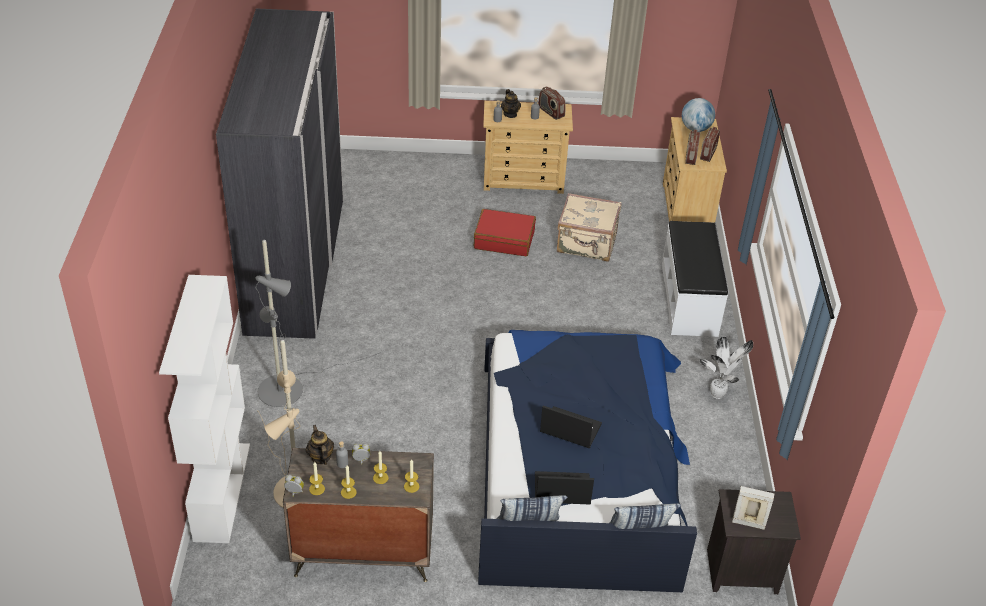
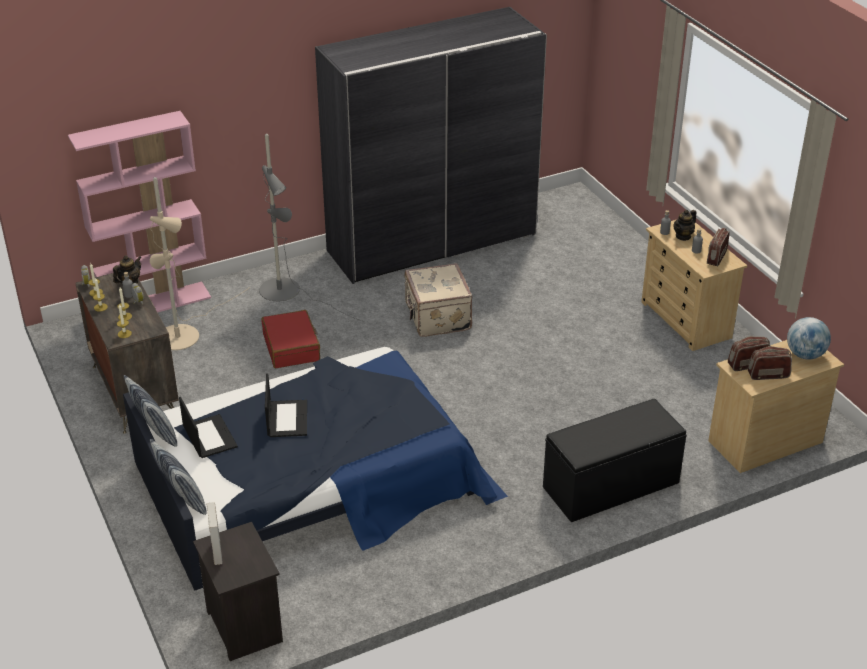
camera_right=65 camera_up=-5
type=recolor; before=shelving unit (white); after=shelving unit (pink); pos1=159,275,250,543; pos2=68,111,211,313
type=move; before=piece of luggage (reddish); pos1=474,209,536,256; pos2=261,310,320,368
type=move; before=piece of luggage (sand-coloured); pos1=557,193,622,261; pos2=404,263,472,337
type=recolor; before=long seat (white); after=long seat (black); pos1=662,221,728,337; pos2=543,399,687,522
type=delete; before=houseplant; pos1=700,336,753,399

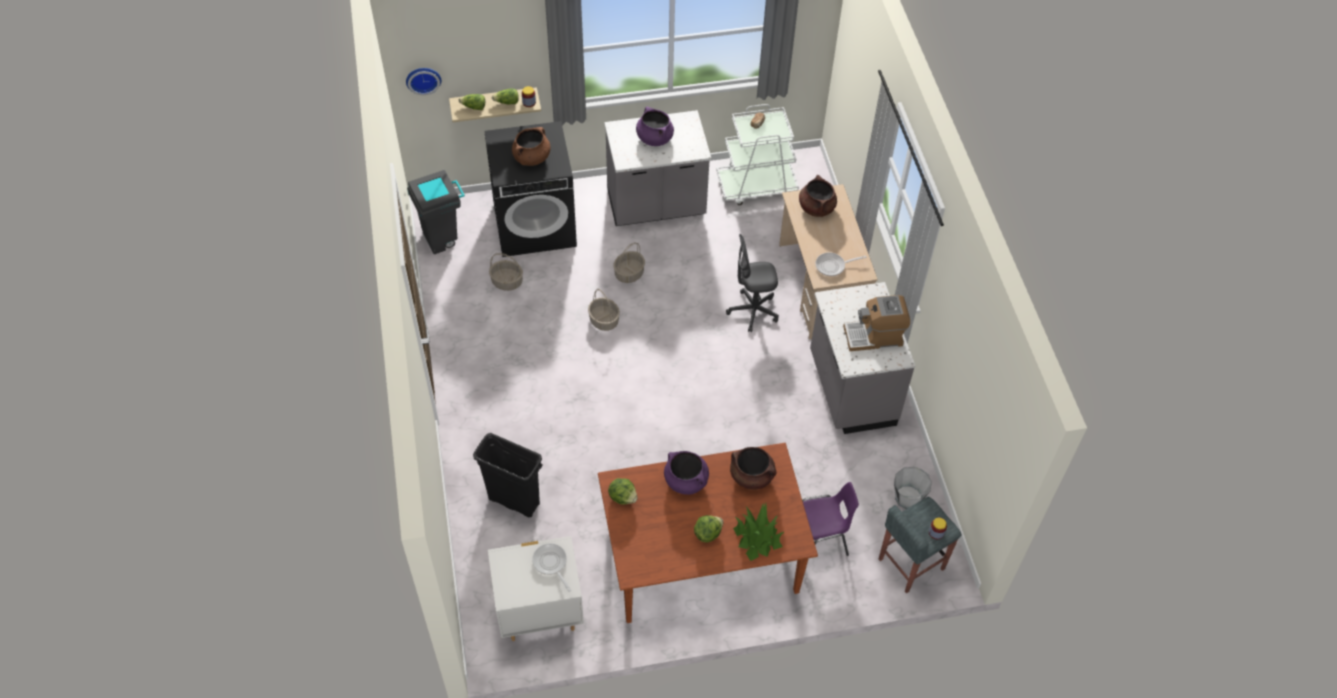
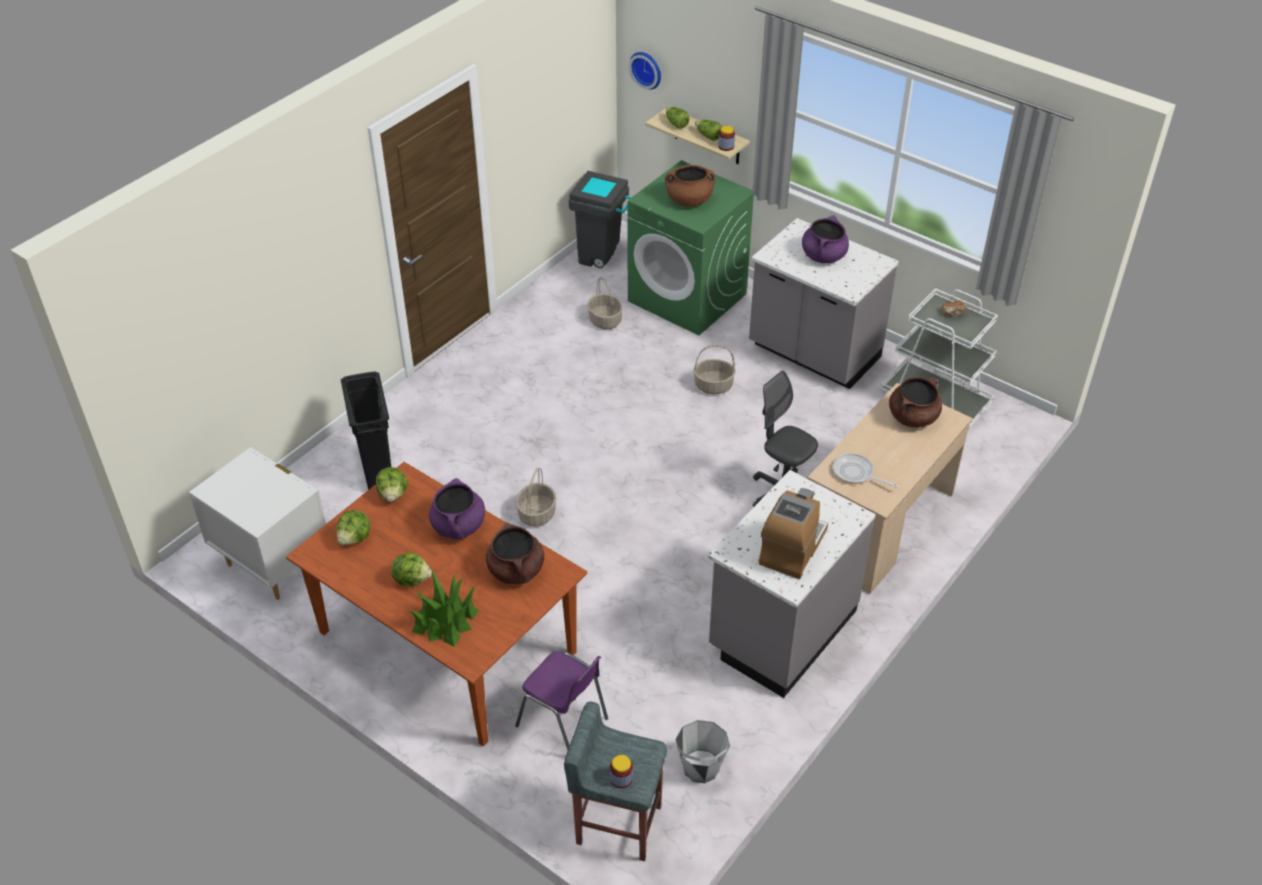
camera_right=50 camera_up=-10
type=recolor; before=laundry machine (black); after=laundry machine (green); pos1=484,121,577,257; pos2=627,160,756,335
type=delete; before=frying pan; pos1=532,543,571,592
type=move; before=household basket; pos1=588,289,620,331; pos2=516,468,556,527
type=rotate; before=coffee machine; pos1=843,295,910,351; pos2=759,488,828,579; turn=75
type=insert; after=head of lettuce; pos2=337,510,371,545

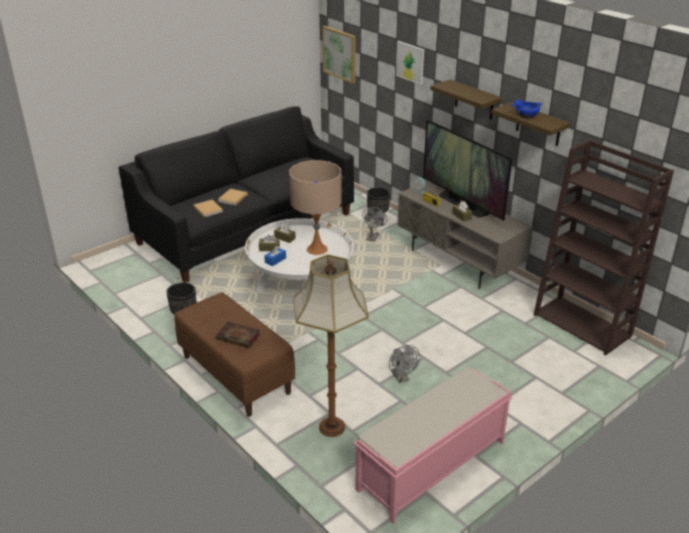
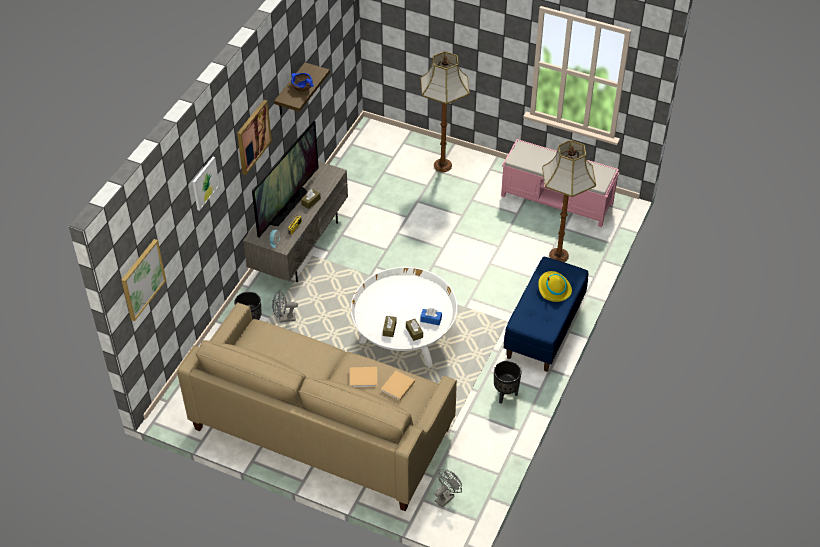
camera_right=-115 camera_up=15
type=recolor; before=couch (black); after=couch (sand-coloured); pos1=119,106,354,282; pos2=177,302,457,511
type=recolor; before=long seat (brown-coloured); after=long seat (blue); pos1=174,292,295,417; pos2=504,257,588,372
type=replace; before=volume; after=hat (yellowish); pos1=216,322,260,348; pos2=538,271,572,302
type=delete; before=lamp for a table (sand-coloured); pos1=289,160,342,255
type=move; before=electric fan (greyish); pos1=389,345,420,383; pos2=435,469,462,508
type=replace; before=wall shelf; after=picture; pos1=430,79,502,120; pos2=237,100,272,175
type=delete; before=shelving unit (brown-coloured); pos1=534,140,674,355
type=insert; after=standing lamp; pos2=421,51,470,172

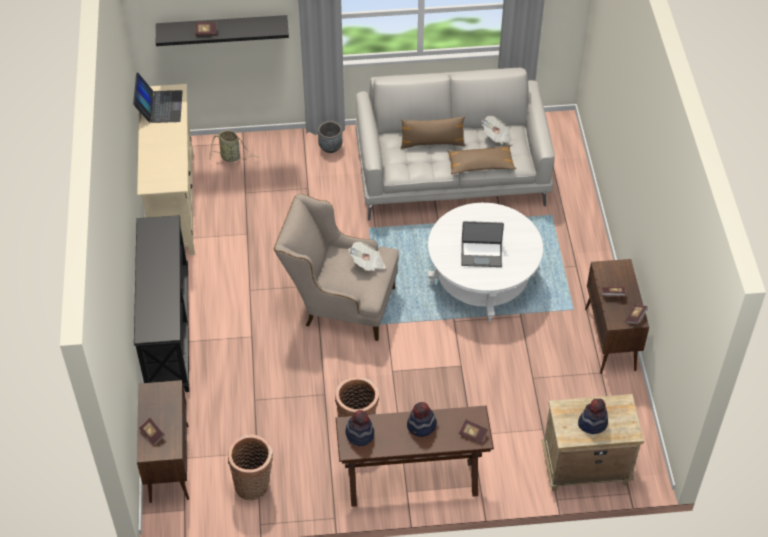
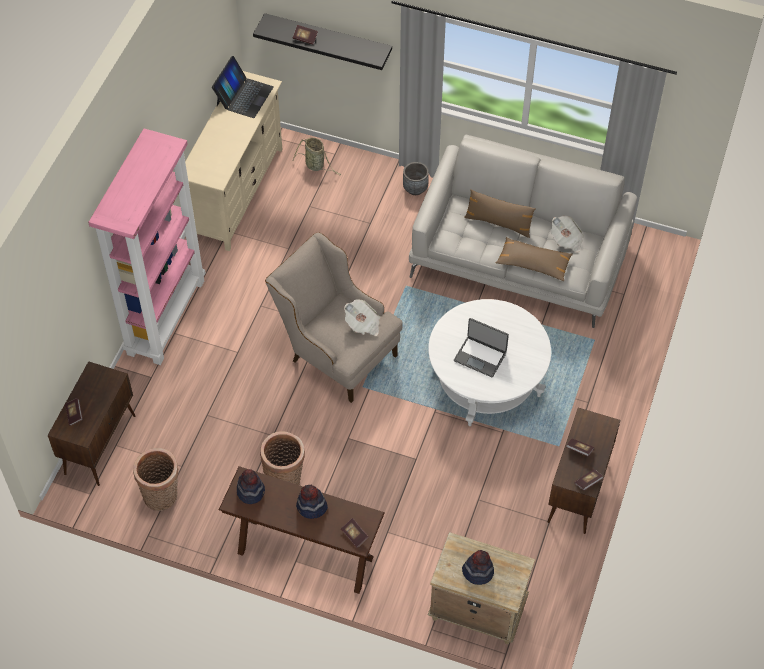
camera_right=25 camera_up=5
type=replace; before=narrow table (black); after=shelving unit (pink); pos1=134,215,189,392; pos2=88,129,206,365

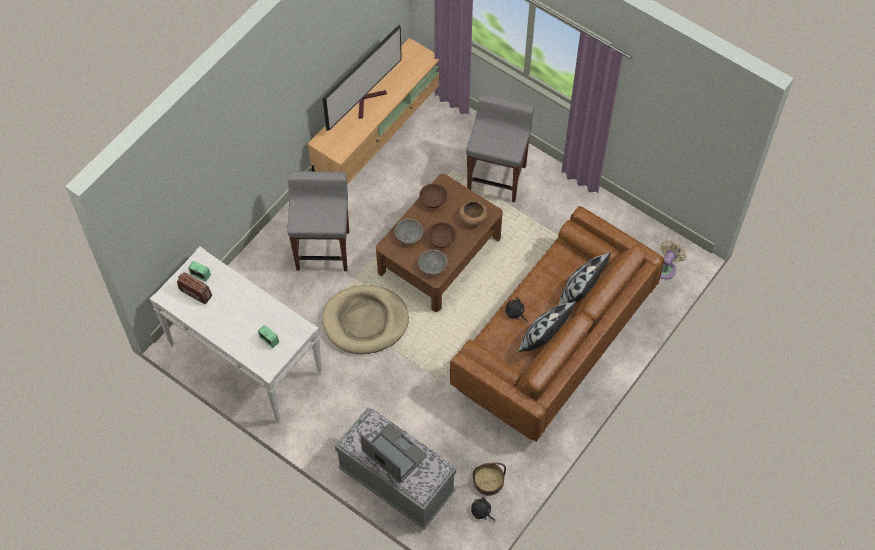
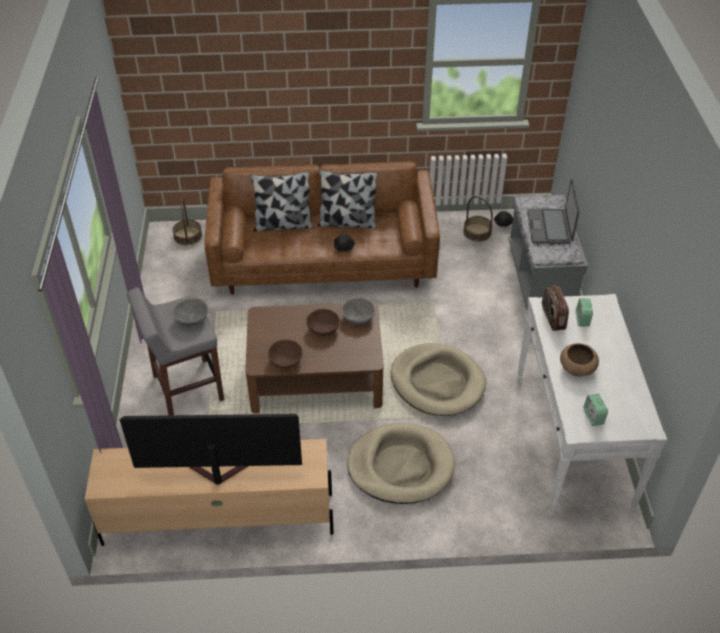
camera_right=-130 camera_up=-15
type=move; before=radio receiver; pos1=177,272,212,304; pos2=542,285,569,331
type=replace; before=stool (greyish); after=dog bed (sand-coloured); pos1=287,171,349,271; pos2=347,423,455,504
type=move; before=deep dish (greyish); pos1=395,219,423,245; pos2=173,298,208,326
type=move; before=deep dish (brown-coloured); pos1=459,201,487,226; pos2=560,343,599,376
type=replace; before=electric fan (sand-coloured); after=household basket; pos1=660,240,687,279; pos2=172,198,202,245

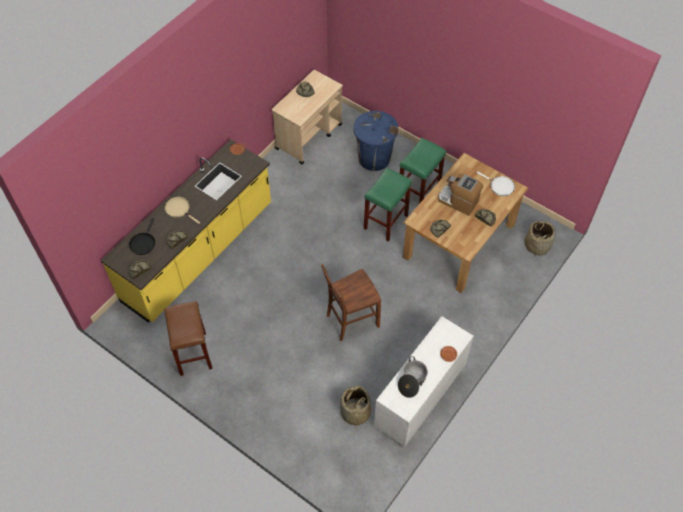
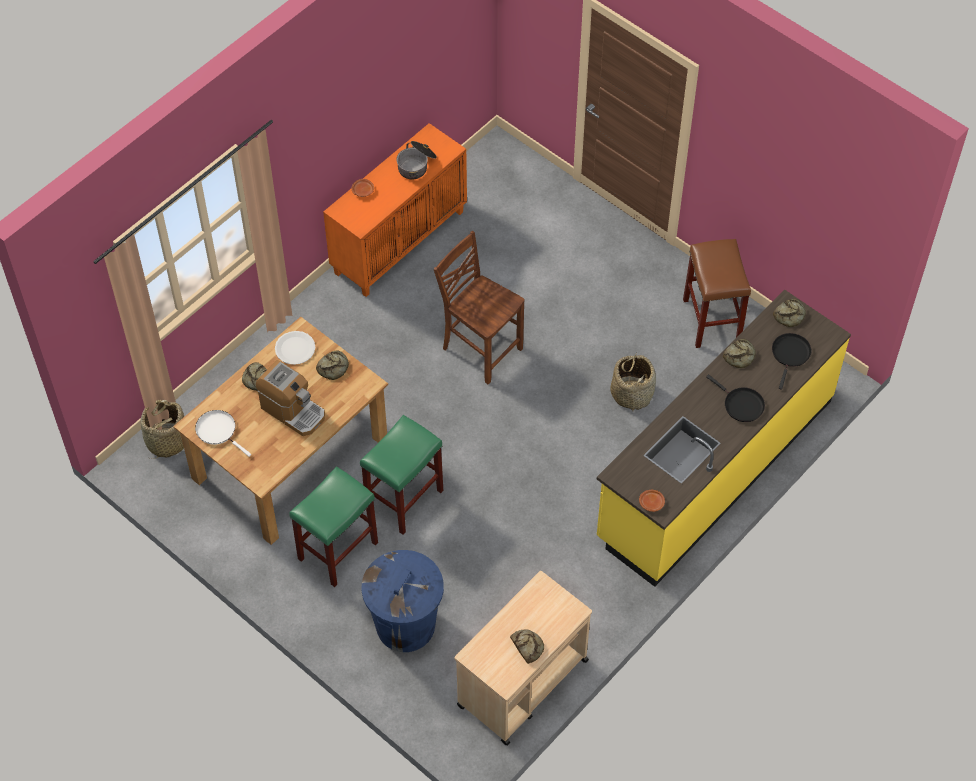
camera_right=-175 camera_up=0
type=recolor; before=frying pan (sand-coloured); after=frying pan (black); pos1=164,196,200,224; pos2=706,375,765,422
type=rotate; before=chair (brown-coloured); pos1=321,264,381,341; pos2=434,231,525,385; turn=-120
type=move; before=household basket; pos1=340,386,371,428; pos2=610,355,656,410
type=recolor; before=cupboard (white); after=cupboard (orangey); pos1=374,316,474,448; pos2=323,123,467,297
type=insert; after=dinner plate (white); pos2=275,331,315,365

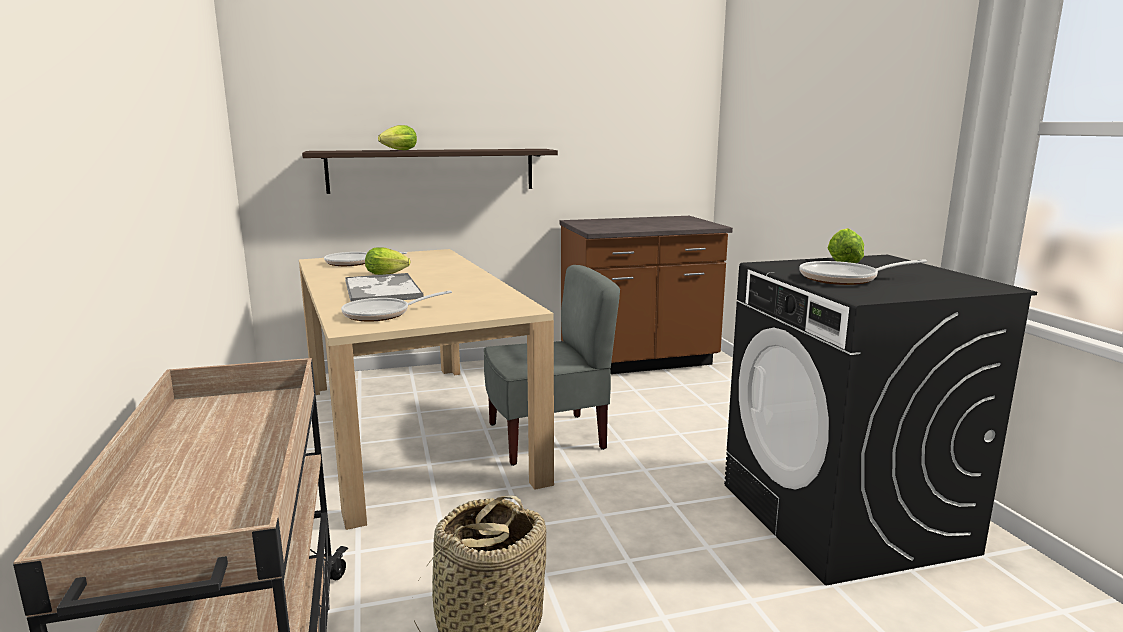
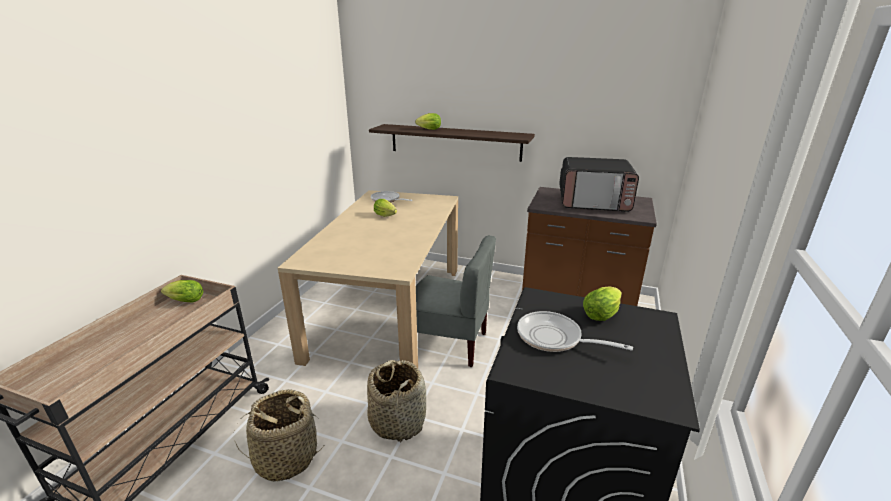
camera_right=35 camera_up=10
type=delete; before=frying pan; pos1=341,290,452,322
type=delete; before=tray; pos1=345,273,424,302
type=insert; after=head of lettuce; pos2=161,280,203,302
type=insert; after=household basket; pos2=367,360,426,442
type=insert; after=microwave oven; pos2=559,157,639,212

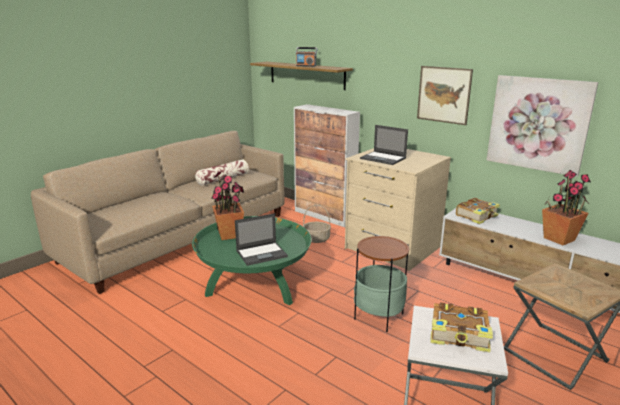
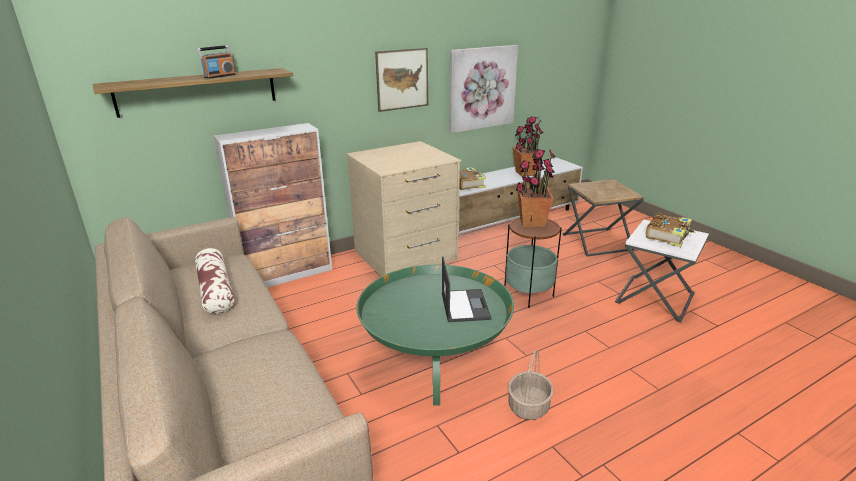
camera_right=-70 camera_up=5
type=move; before=houseplant; pos1=211,171,244,240; pos2=516,149,555,227
type=move; before=household basket; pos1=303,205,331,243; pos2=508,350,554,420
type=delete; before=notebook computer; pos1=360,125,408,165

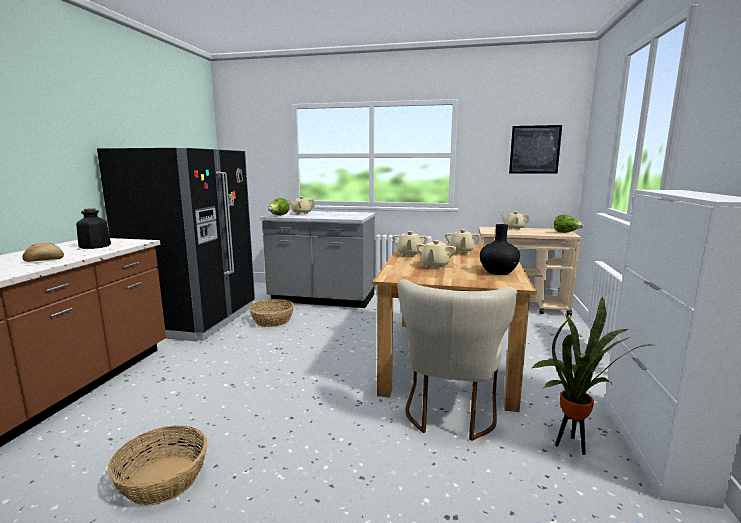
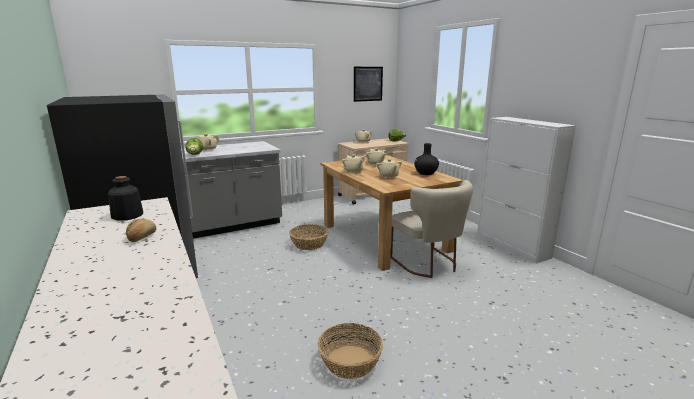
camera_right=-40 camera_up=5
type=move; before=household basket; pos1=249,299,294,327; pos2=289,224,328,250
type=delete; before=houseplant; pos1=530,297,657,455

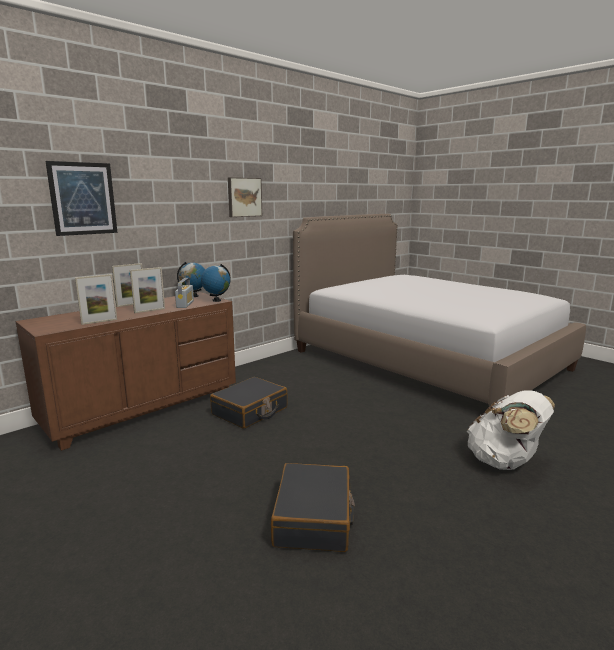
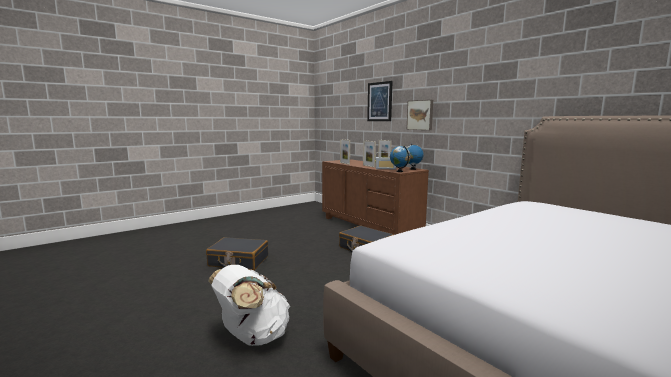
camera_right=95 camera_up=-5
type=move; before=picture; pos1=228,177,262,217; pos2=407,100,433,130

